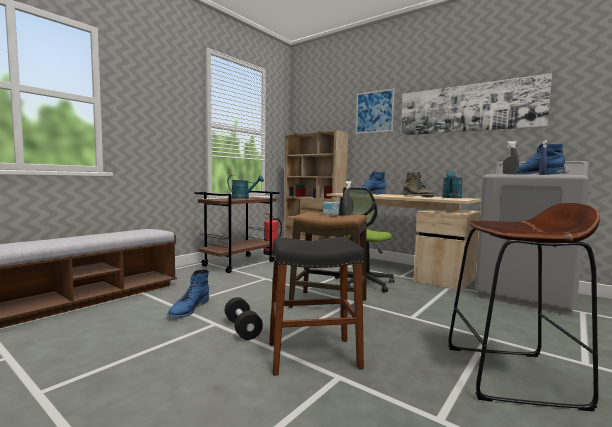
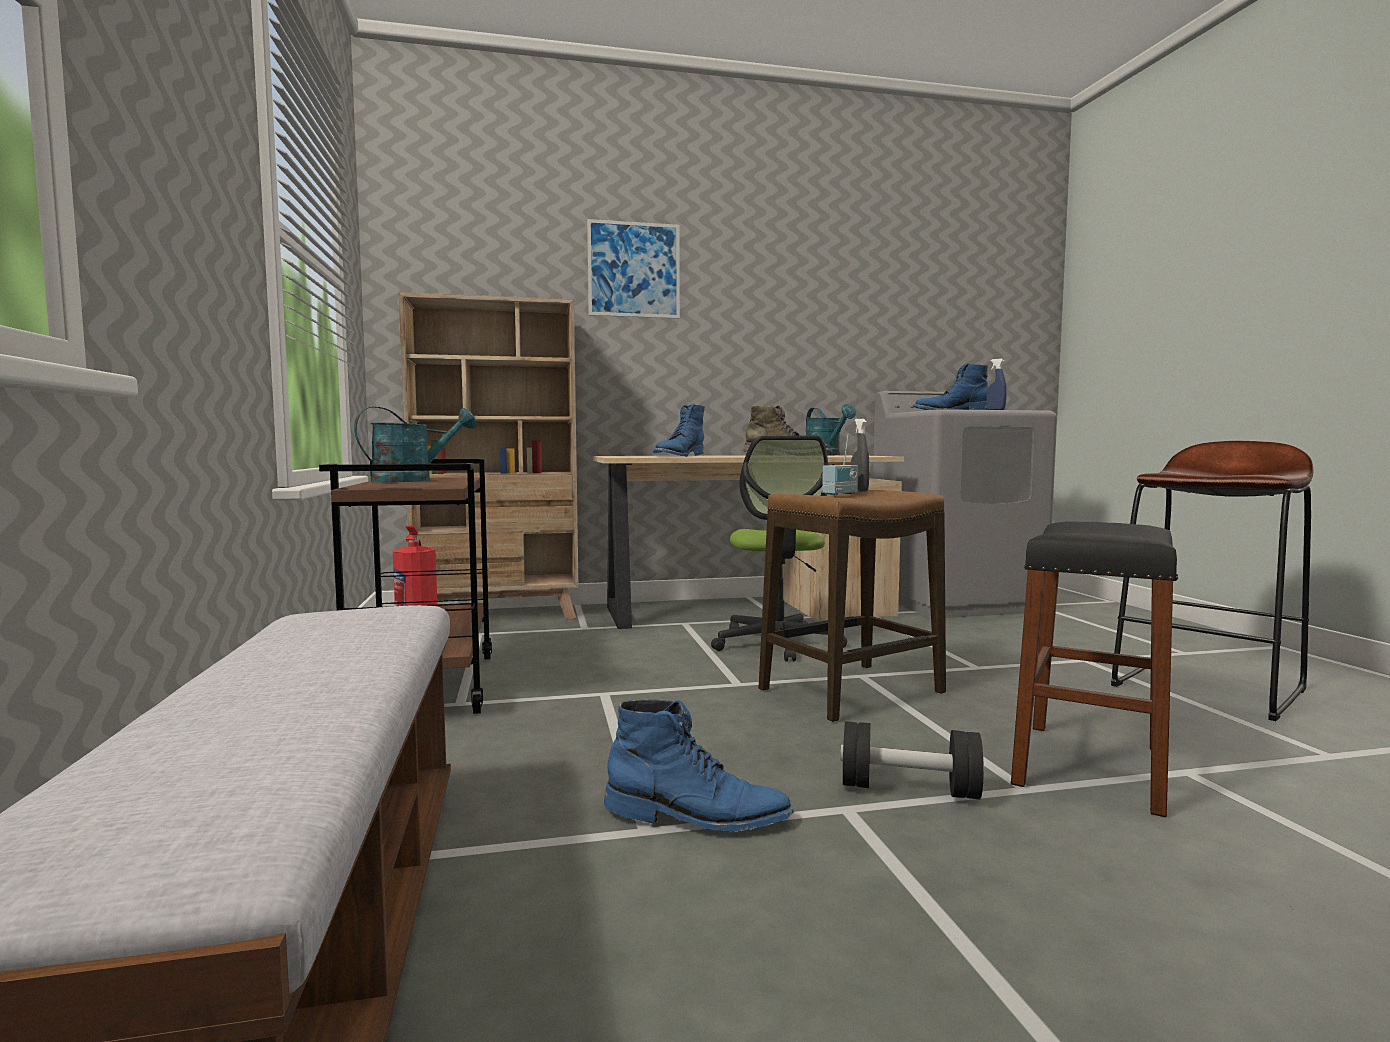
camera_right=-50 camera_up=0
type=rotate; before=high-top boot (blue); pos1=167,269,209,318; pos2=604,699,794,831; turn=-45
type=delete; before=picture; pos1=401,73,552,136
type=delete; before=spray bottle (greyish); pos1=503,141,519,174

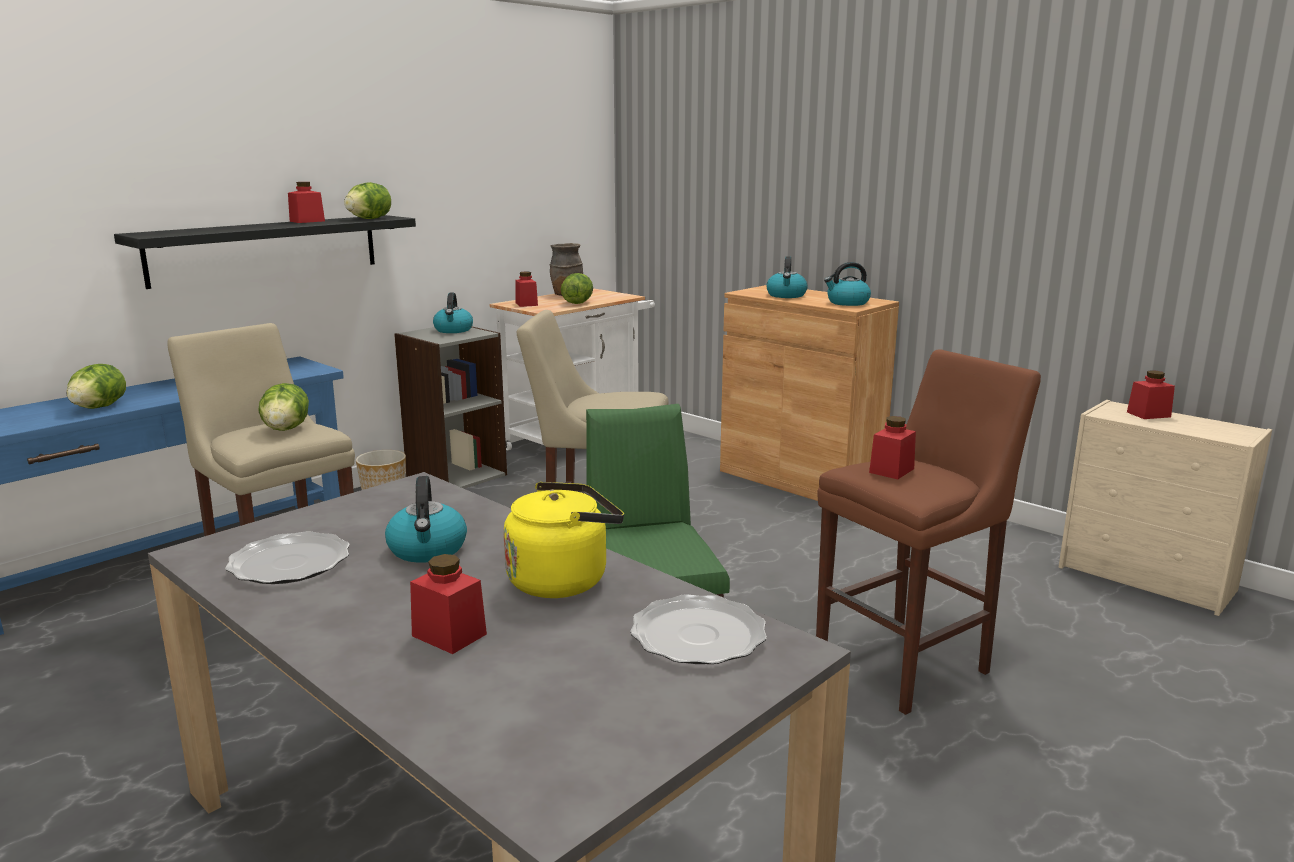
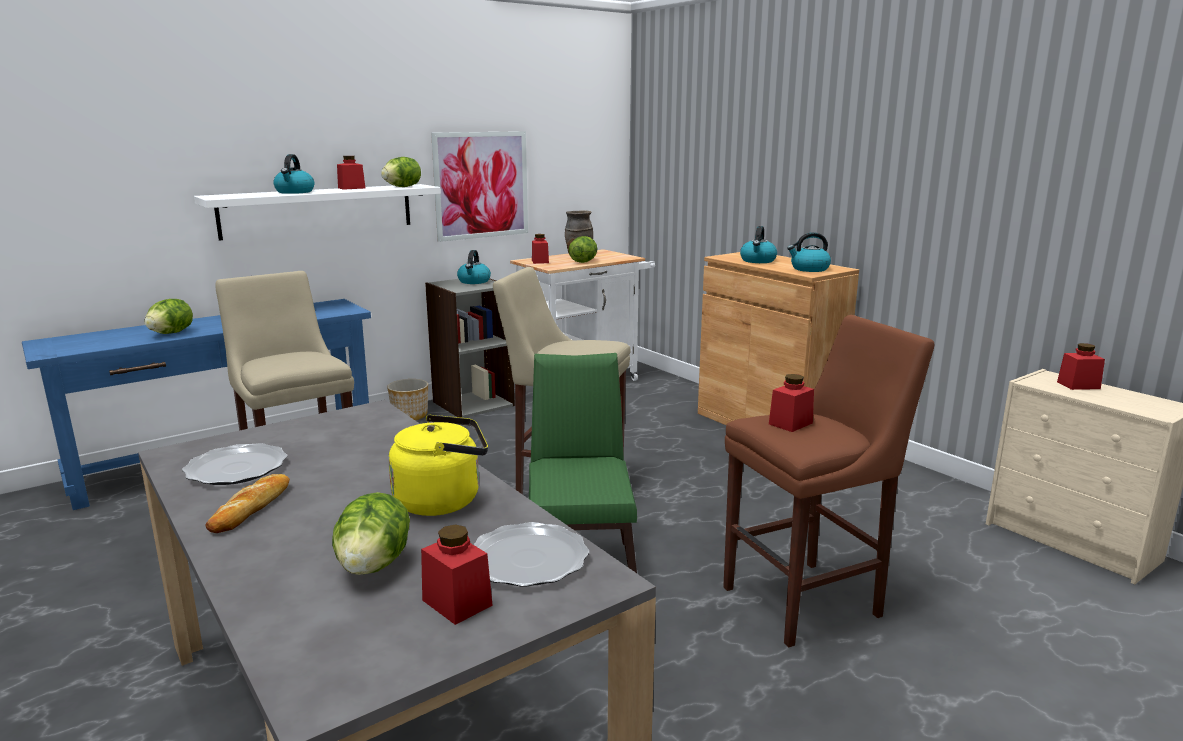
camera_right=10 camera_up=0
type=recolor; before=wall shelf (black); after=wall shelf (white); pos1=114,215,416,289; pos2=194,184,441,241
type=move; before=head of lettuce; pos1=258,383,309,431; pos2=332,492,410,575
type=move; before=tea kettle; pos1=385,476,467,563; pos2=273,154,314,194
type=move; before=preserve jar (reddish); pos1=410,554,487,654; pos2=421,525,493,625
type=insert; after=bakery bread; pos2=205,474,290,533
type=insert; after=picture; pos2=431,131,528,242

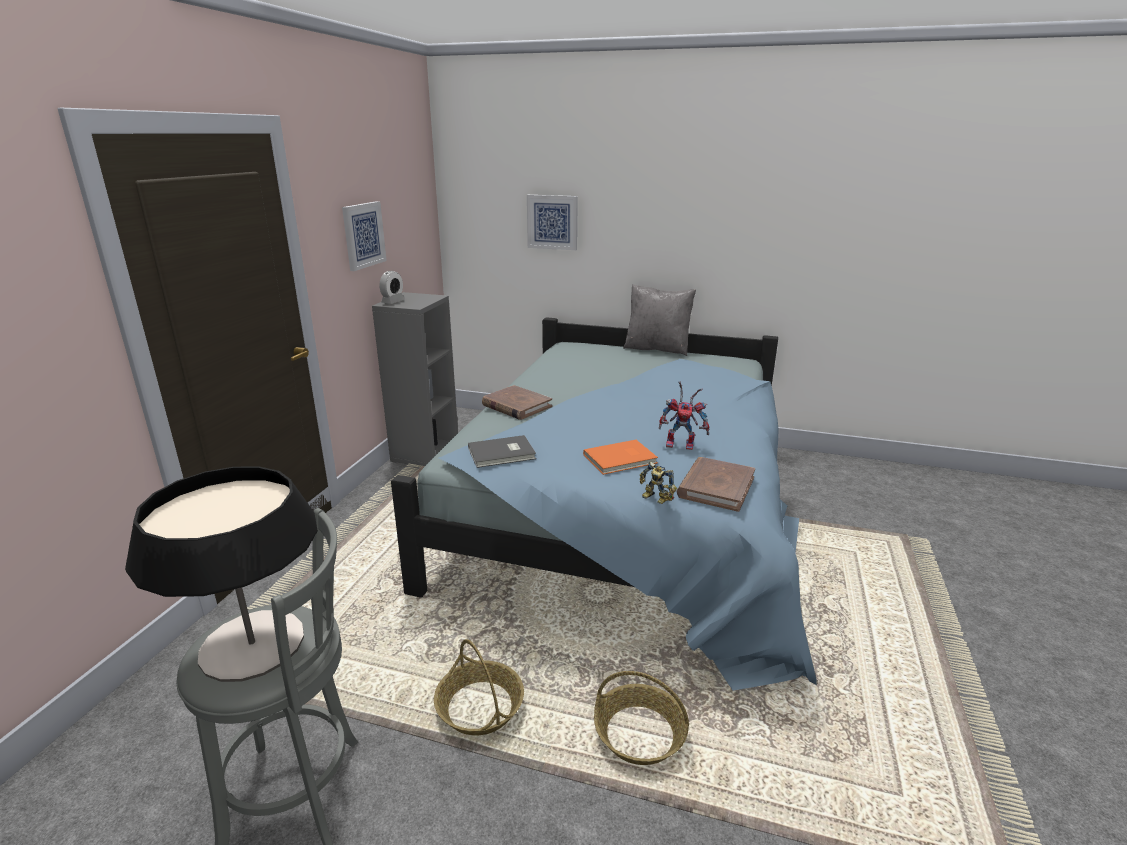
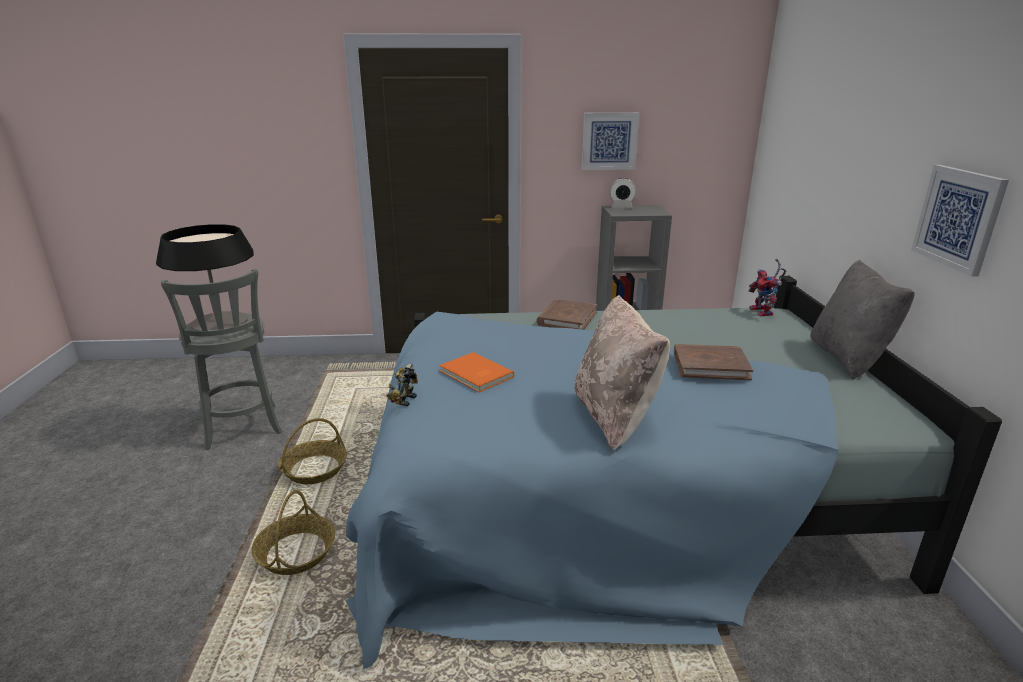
camera_right=70 camera_up=0
type=delete; before=volume (greyish); pos1=468,435,536,468
type=move; before=picture; pos1=527,195,578,250; pos2=911,165,1009,276
type=move; before=model robot; pos1=659,381,709,450; pos2=749,259,786,316
type=move; before=volume (brown-coloured); pos1=677,457,755,512; pos2=674,344,753,380
type=insert; after=cushion (sand-coloured); pos2=574,295,670,451

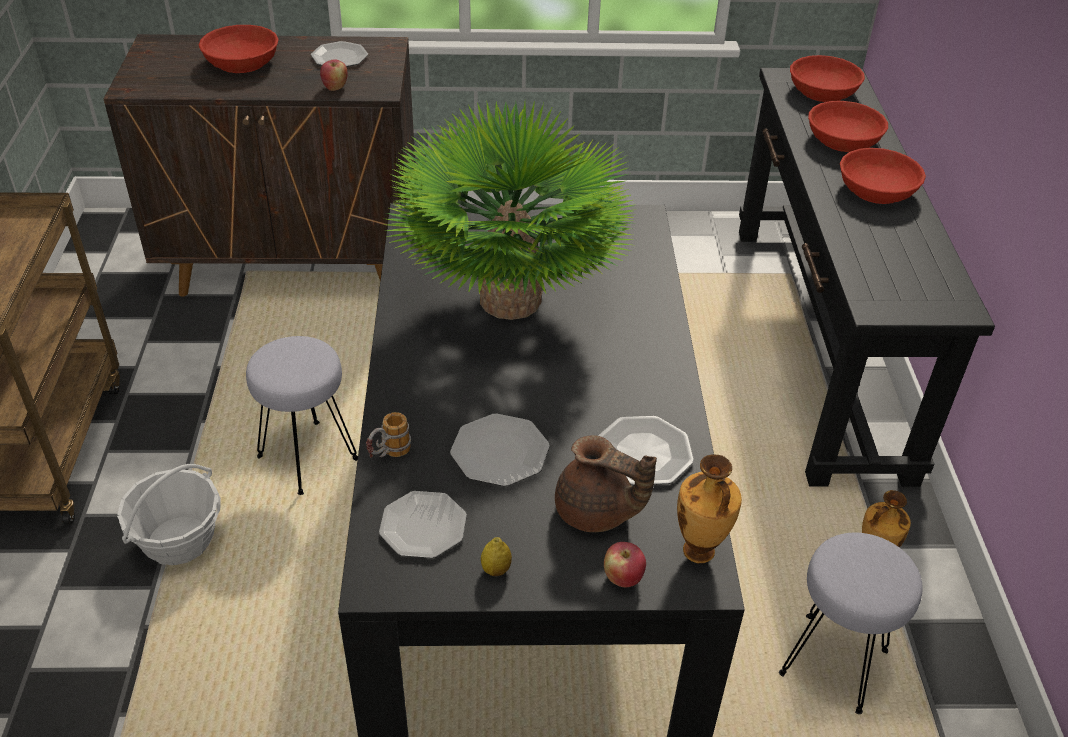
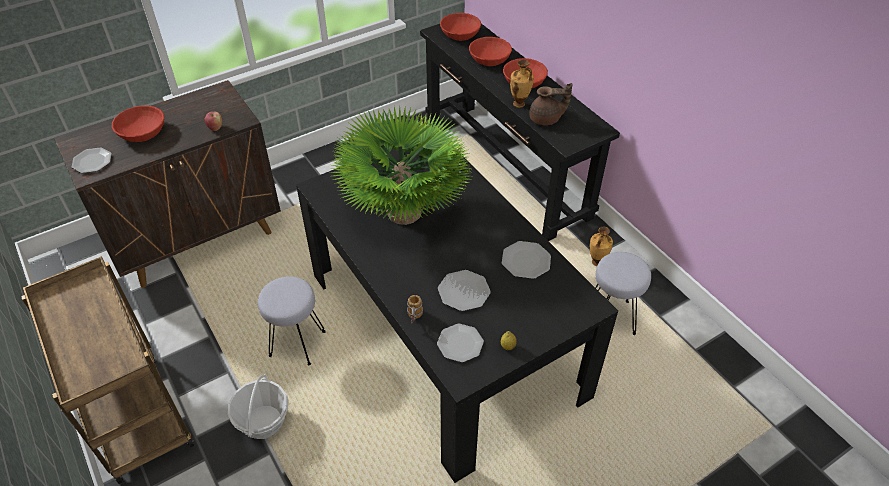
camera_right=-30 camera_up=5
type=move; before=dinner plate; pos1=311,41,368,67; pos2=72,147,112,173
type=move; before=tea pot (brown-coloured); pos1=555,435,657,532; pos2=529,83,572,125
type=delete; before=apple; pos1=604,542,646,587
type=move; before=flower vase; pos1=677,454,742,563; pos2=510,60,534,108

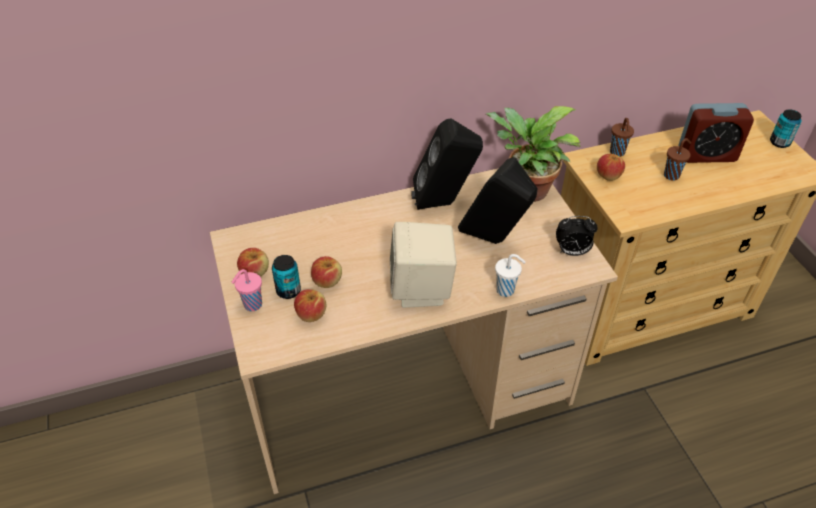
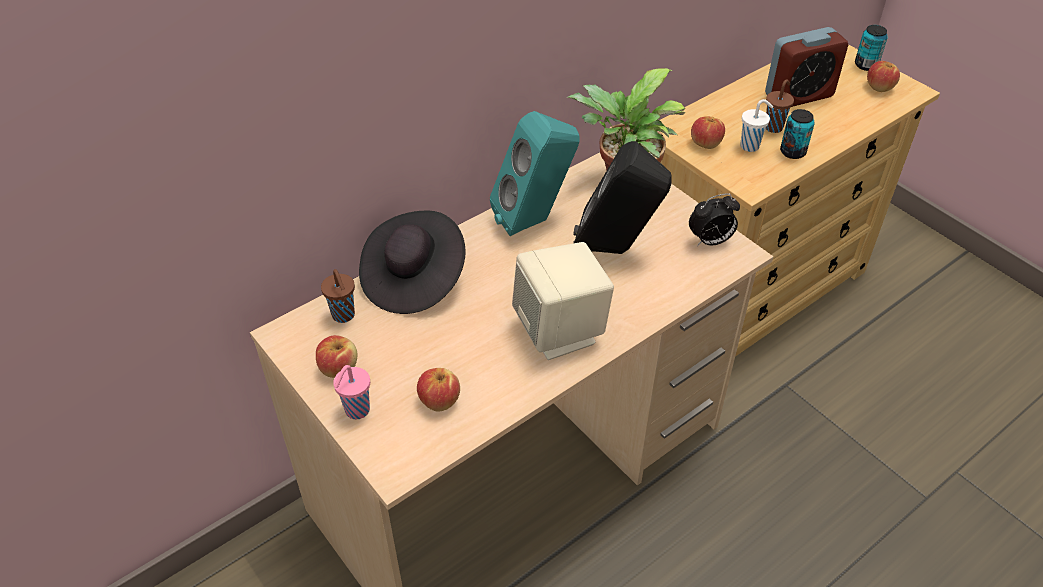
camera_right=-20 camera_up=0
type=move; before=metal can; pos1=272,255,301,299; pos2=780,109,815,159
type=move; before=apple; pos1=311,256,342,288; pos2=867,61,900,92
type=recolor; before=speaker (black); after=speaker (turquoise-coloured); pos1=411,118,483,210; pos2=490,111,579,236
type=move; before=cup (white); pos1=495,254,526,297; pos2=740,99,773,152
type=move; before=cup (brown-coloured); pos1=610,118,634,157; pos2=321,269,355,323
type=insert; after=hat (black); pos2=359,211,466,314

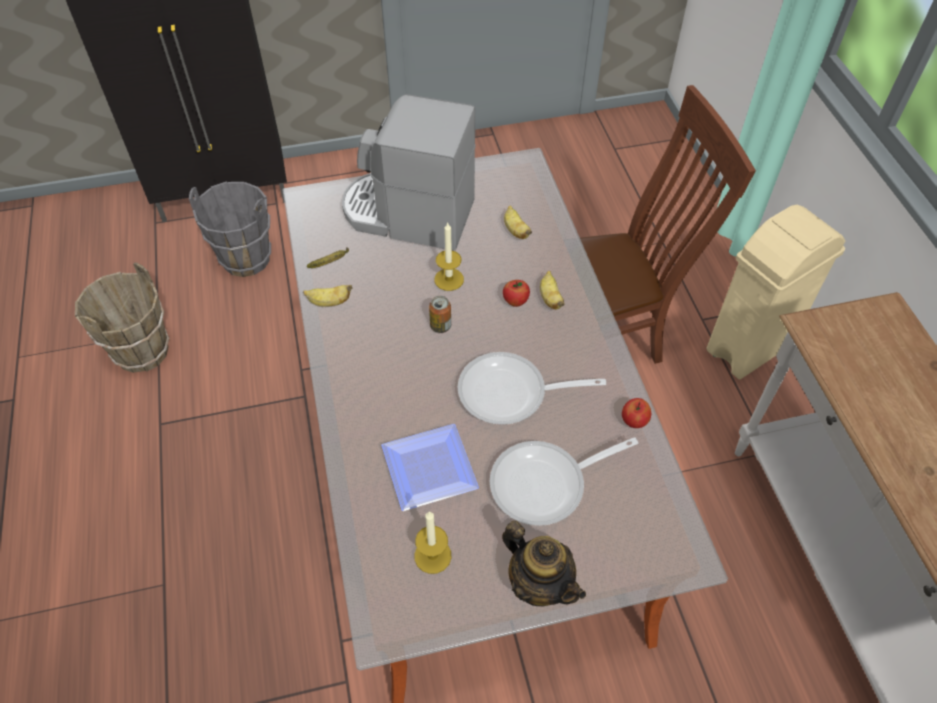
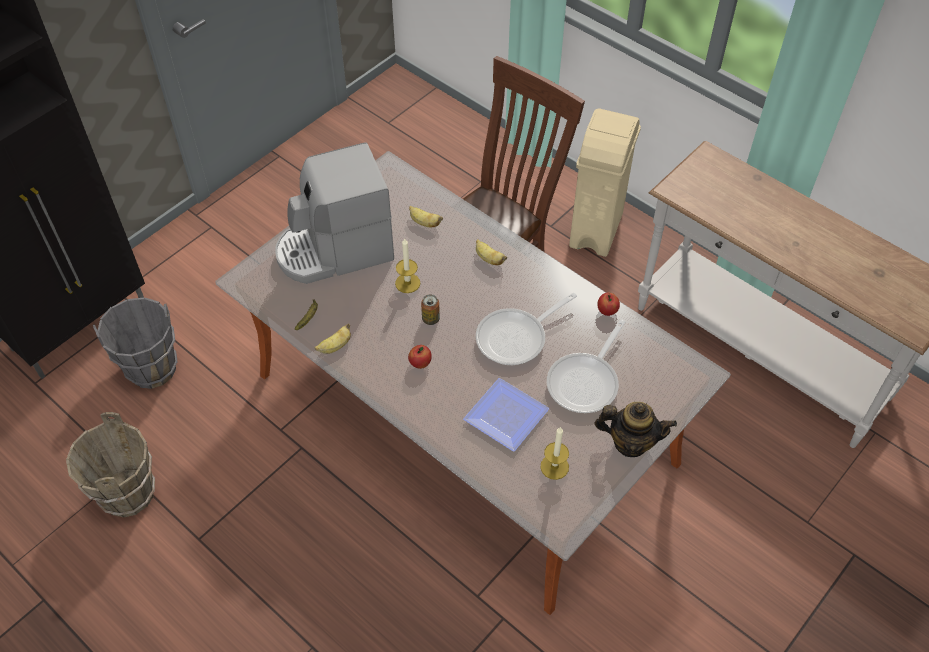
camera_right=-35 camera_up=0
type=move; before=apple; pos1=503,280,530,307; pos2=408,345,432,369

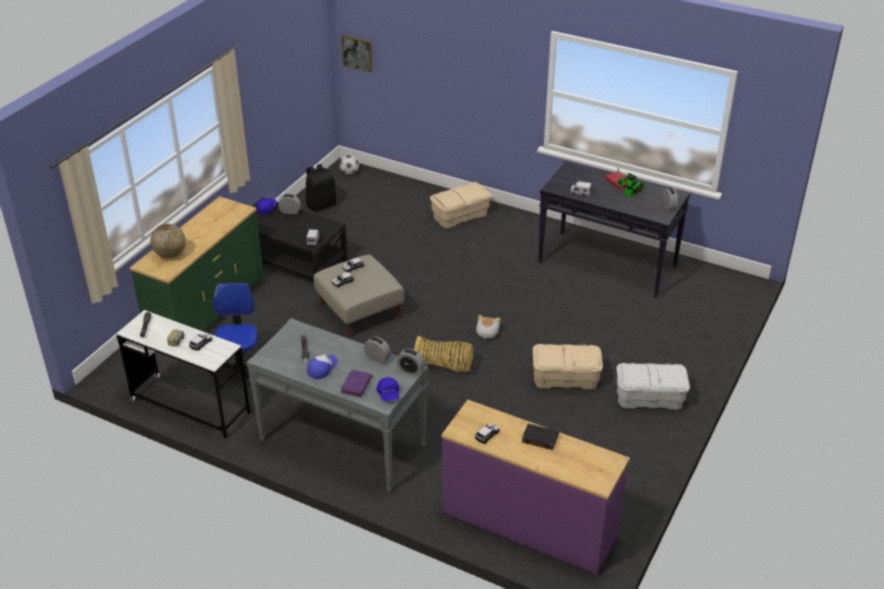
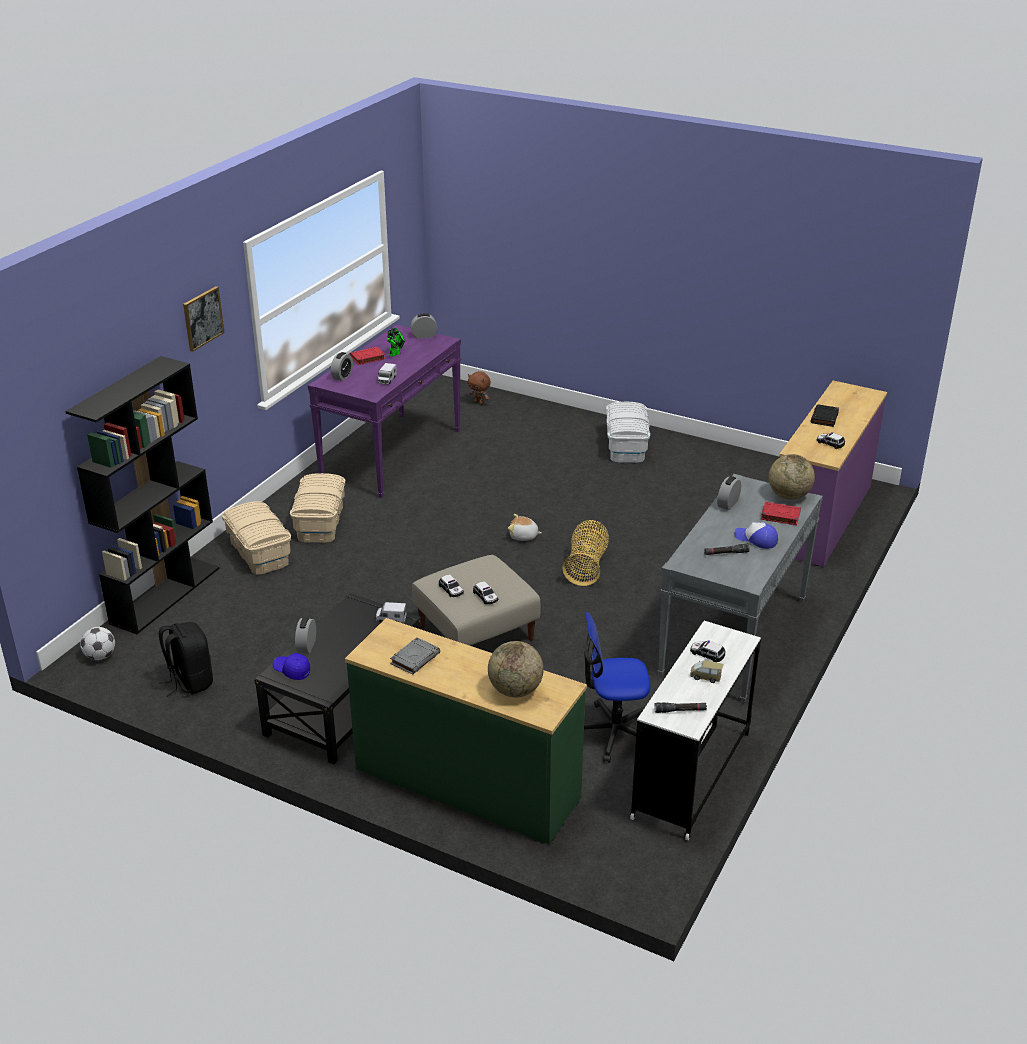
camera_right=-90 camera_up=-5
type=recolor; before=volume (purple-coloured); after=volume (reddish); pos1=341,370,372,398; pos2=761,502,801,525
type=move; before=picture; pos1=342,35,372,73; pos2=183,286,225,352
type=replace; before=baseball cap (blue); after=globe; pos1=377,377,399,401; pos2=769,454,815,500
type=move; before=alarm clock; pos1=397,348,425,375; pos2=331,352,353,381
type=move; before=storage box (sand-coloured); pos1=533,344,603,390; pos2=290,473,345,543
type=recolor; before=narrow table (black); after=narrow table (purple-coloured); pos1=538,160,690,298; pos2=308,324,461,498
type=insert; after=shelving unit (black); pos2=65,356,220,634
type=insert; after=volume (greyish); pos2=390,637,440,675
type=insert; after=plush toy (brown-coloured); pos2=468,371,491,405

